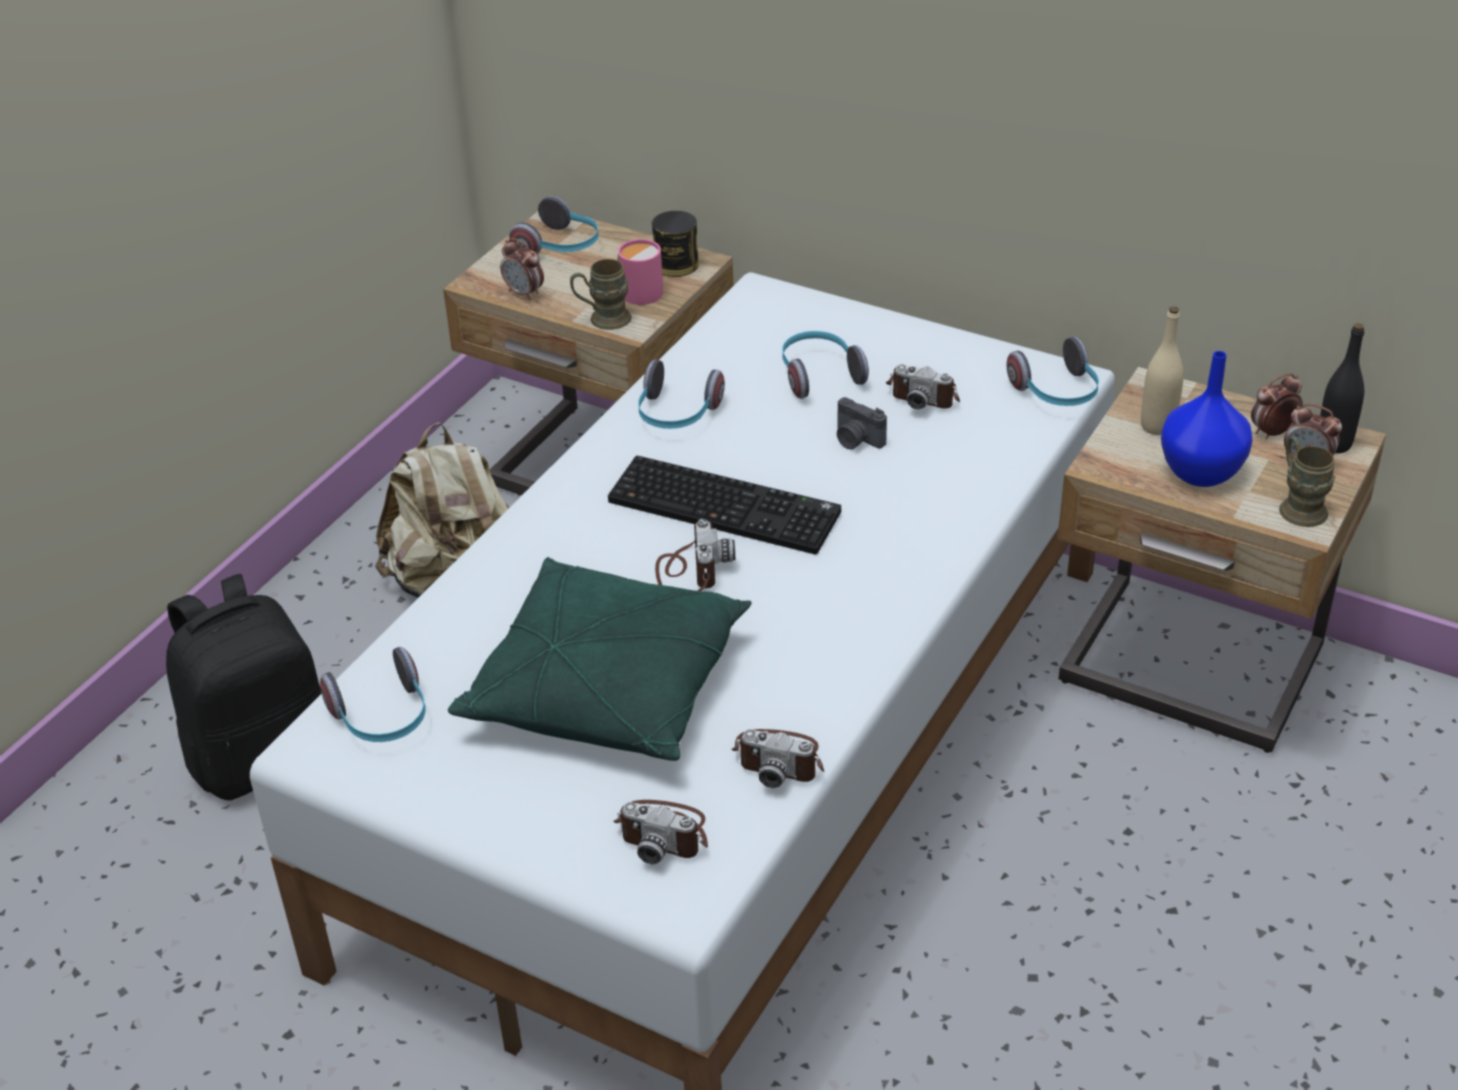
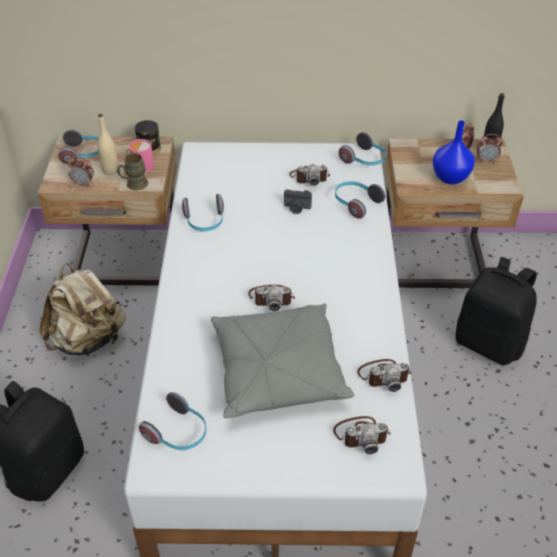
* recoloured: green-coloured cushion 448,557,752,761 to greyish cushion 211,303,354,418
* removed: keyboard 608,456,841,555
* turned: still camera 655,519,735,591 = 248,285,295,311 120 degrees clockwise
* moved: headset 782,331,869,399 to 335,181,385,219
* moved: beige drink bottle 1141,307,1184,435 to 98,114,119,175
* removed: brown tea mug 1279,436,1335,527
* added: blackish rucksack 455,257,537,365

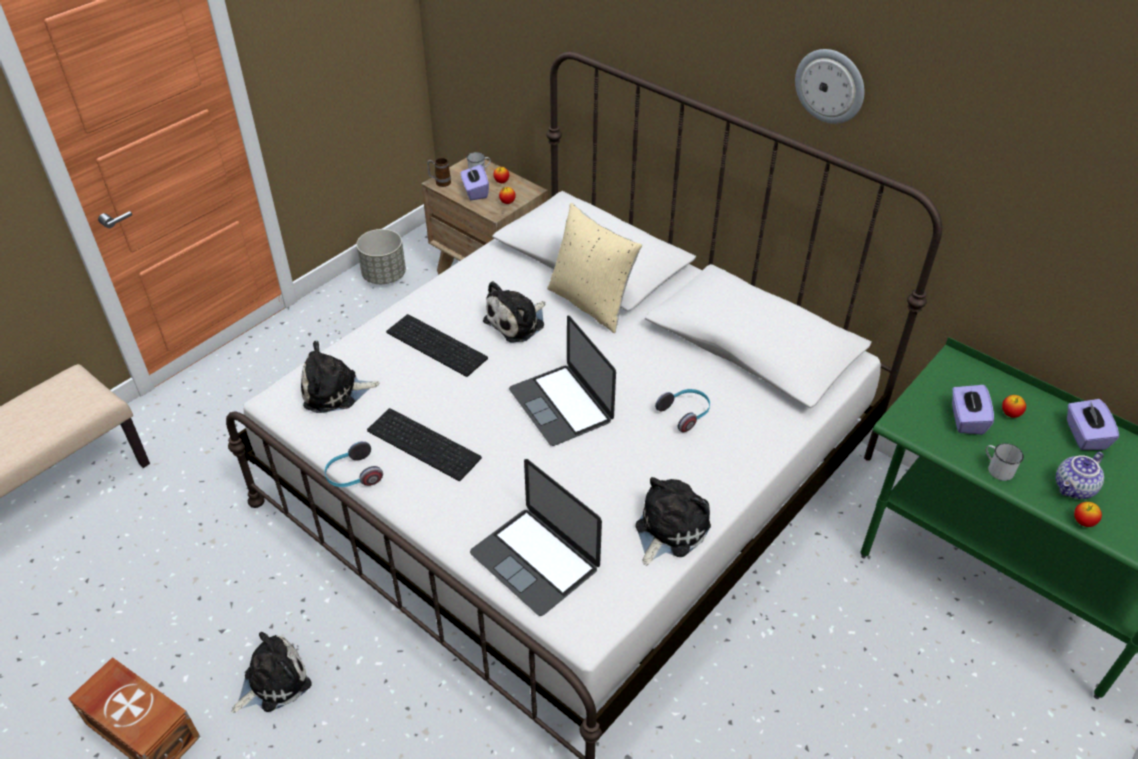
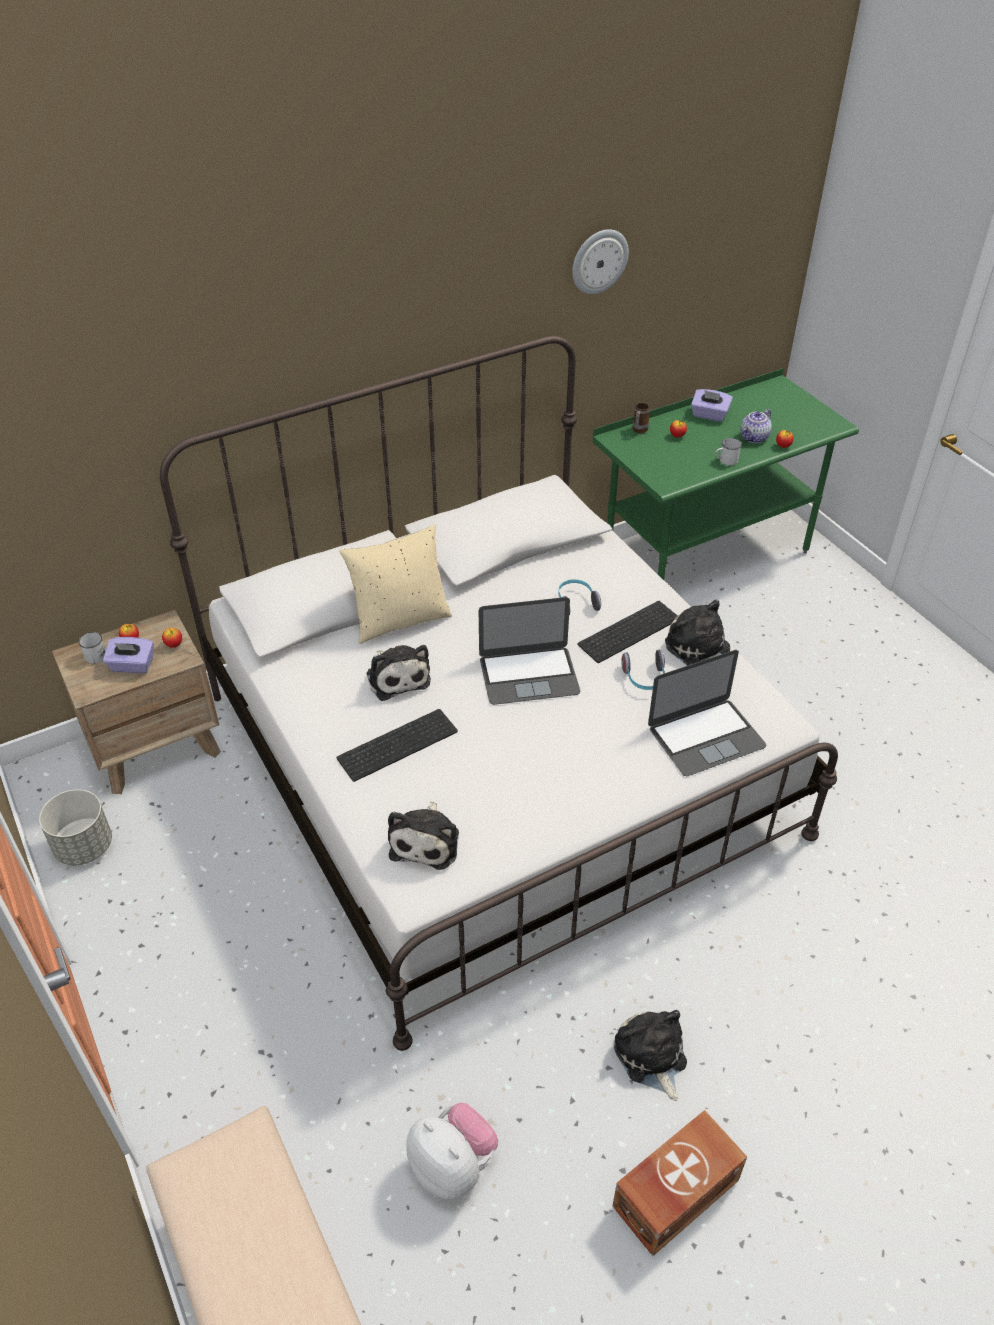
* moved: headset 325,441,383,487 to 621,650,665,690
* moved: keyboard 367,408,482,481 to 578,601,677,663
* moved: tea mug 427,158,451,187 to 632,403,650,433
* moved: hanging clock 795,49,865,124 to 572,229,629,294
* removed: purple tissue holder 952,385,994,435
* turned: tea pot 1056,452,1104,499 = 741,409,772,443 60 degrees clockwise
* added: soft toy 406,1103,498,1200

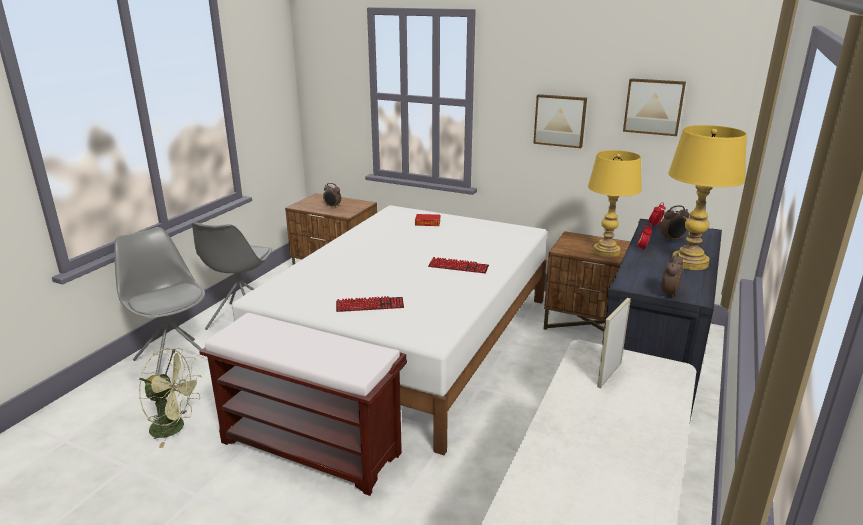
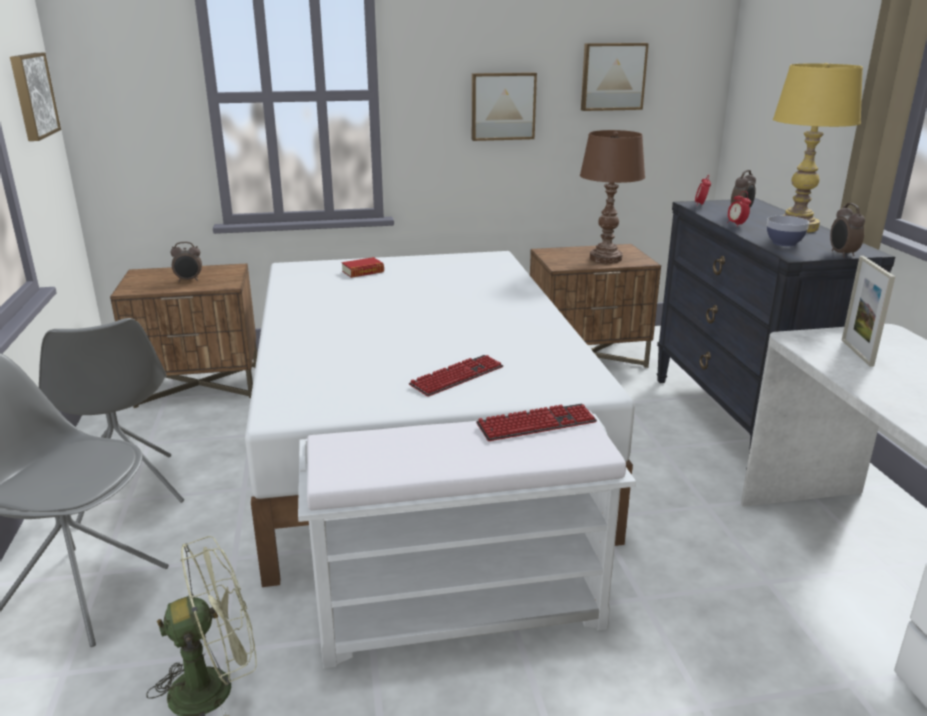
* recoloured: brown long seat 199,313,407,496 to white-coloured long seat 298,411,636,669
* moved: keyboard 428,257,489,273 to 476,404,597,441
* recoloured: yellow tabletop lamp 588,150,642,257 to brown tabletop lamp 580,130,645,263
* added: wall art 10,53,61,141
* added: serving bowl 767,216,809,246

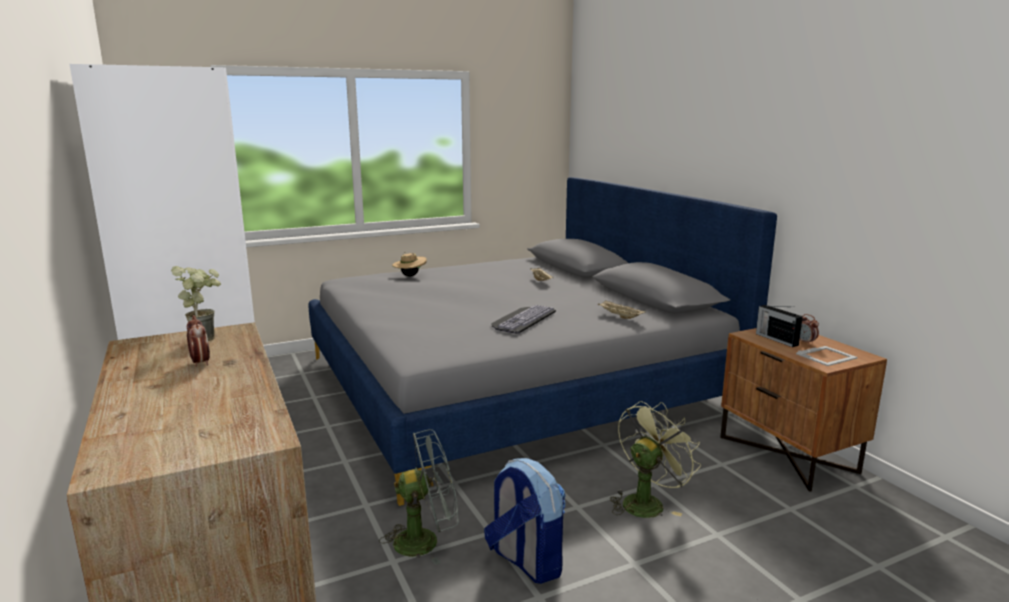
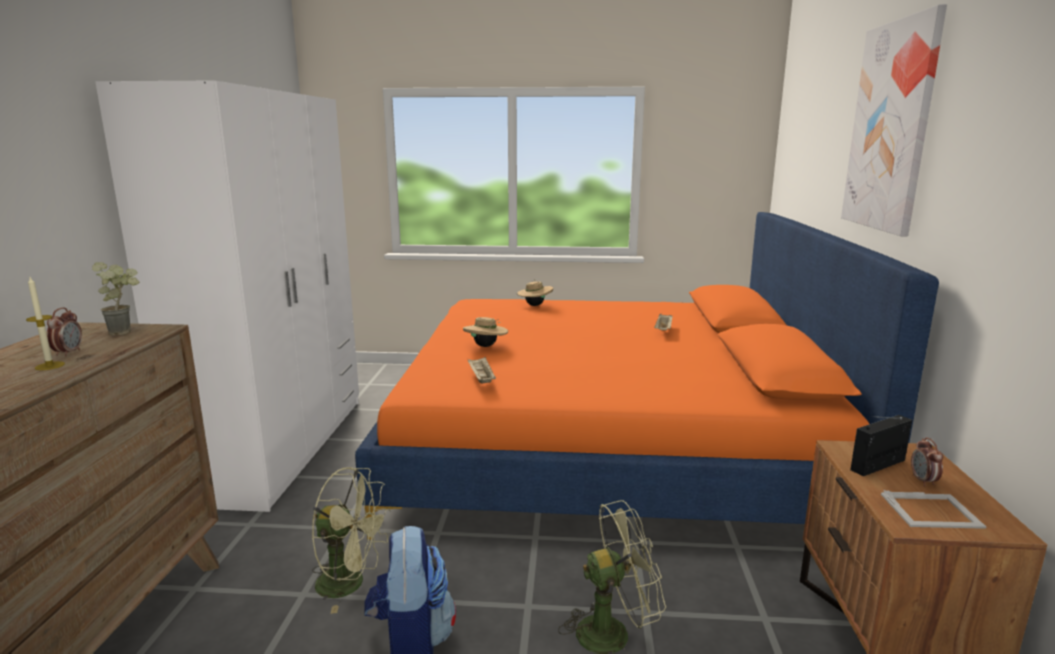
* recoloured: greyish sleeping bed 308,177,777,506 to orange-coloured sleeping bed 355,212,939,540
* recoloured: greyish cooling fan 379,429,458,565 to green-coloured cooling fan 312,467,391,614
* removed: keyboard 491,305,556,334
* moved: beige carrying tray 598,301,646,319 to 467,357,496,383
* turned: radio receiver 756,305,803,347 = 850,415,912,476 60 degrees clockwise
* added: candle 26,277,65,370
* added: beige clothing hat 463,317,508,347
* added: wall art 841,4,947,236

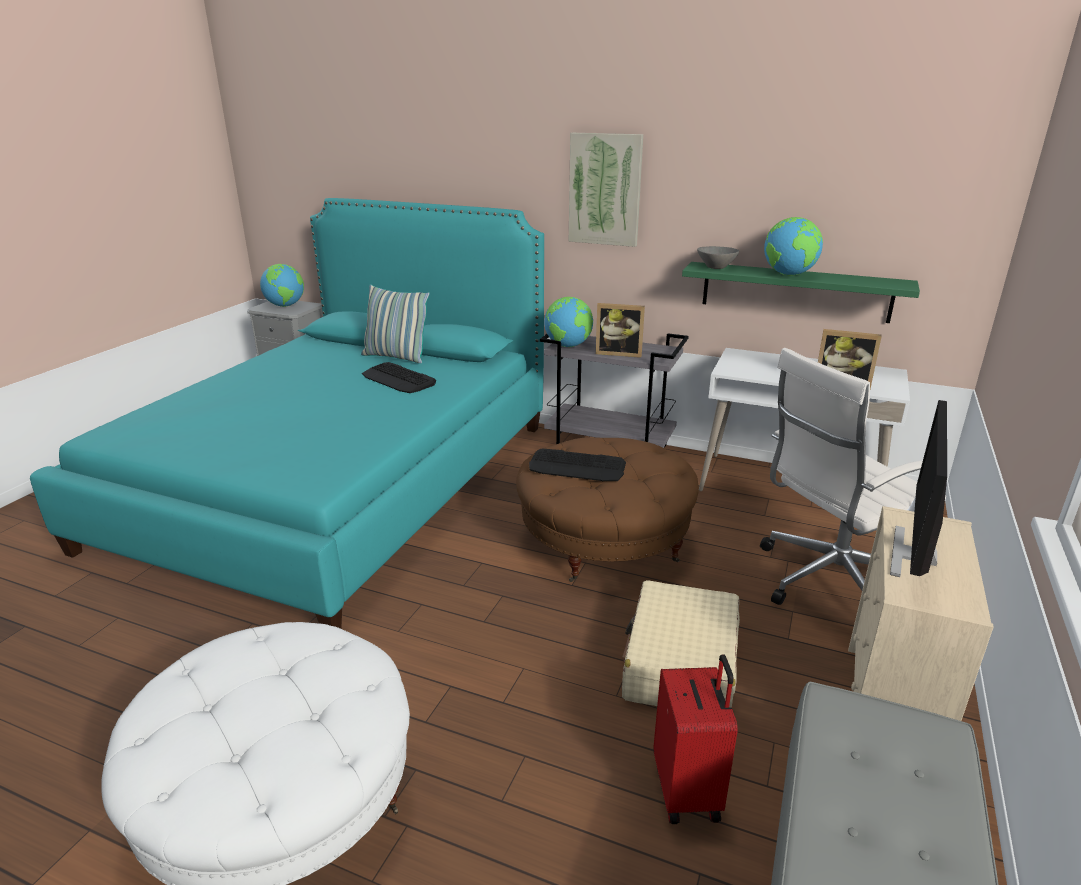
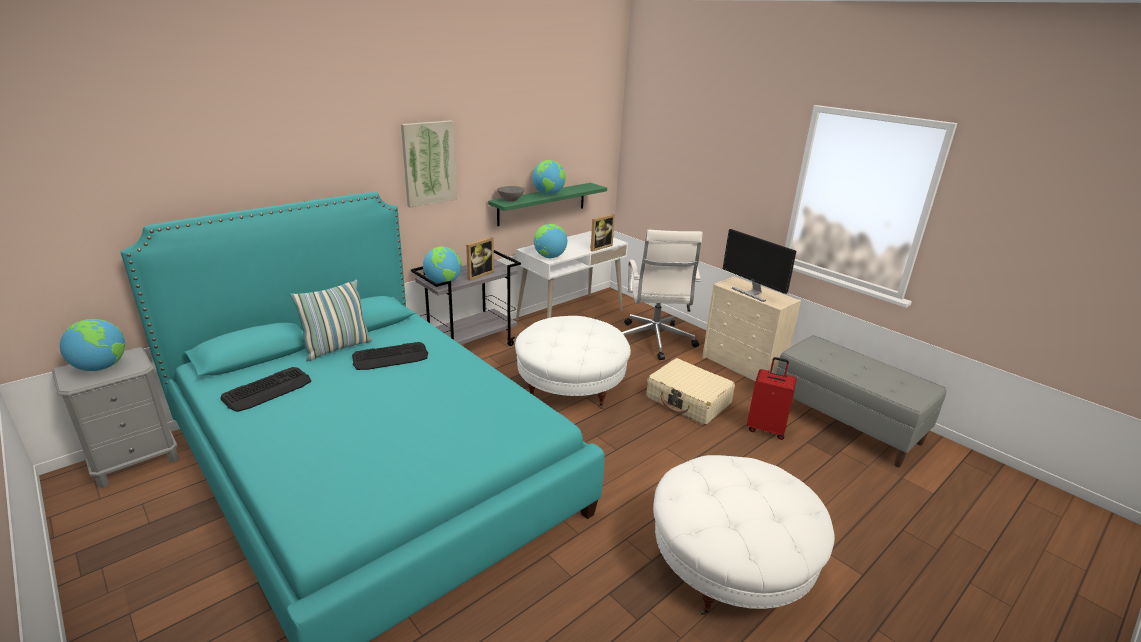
* recoloured: brown pouffe 516,437,698,582 to white-coloured pouffe 515,316,631,409
* moved: keyboard 529,448,626,481 to 220,367,311,412
* added: world globe 534,224,567,258

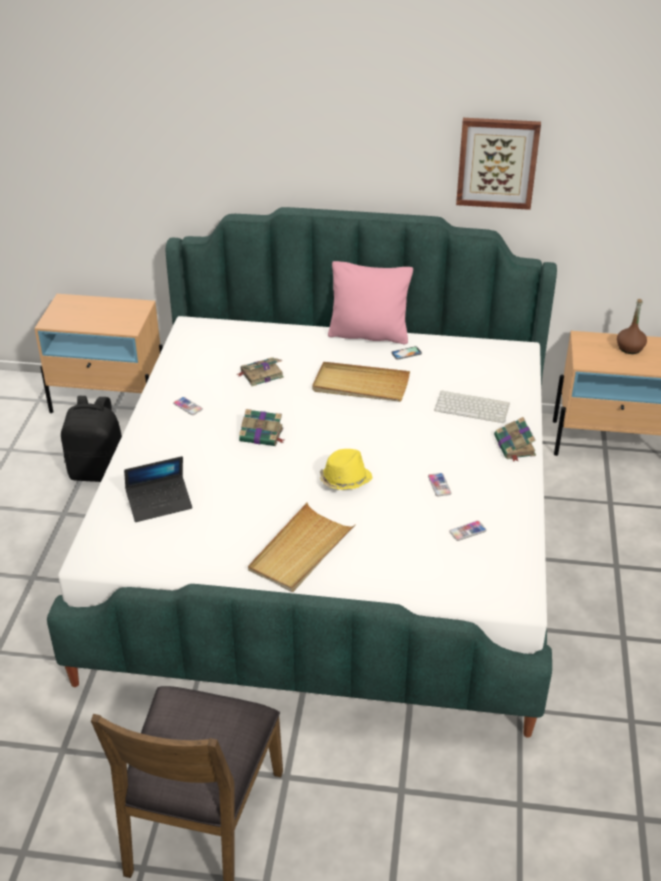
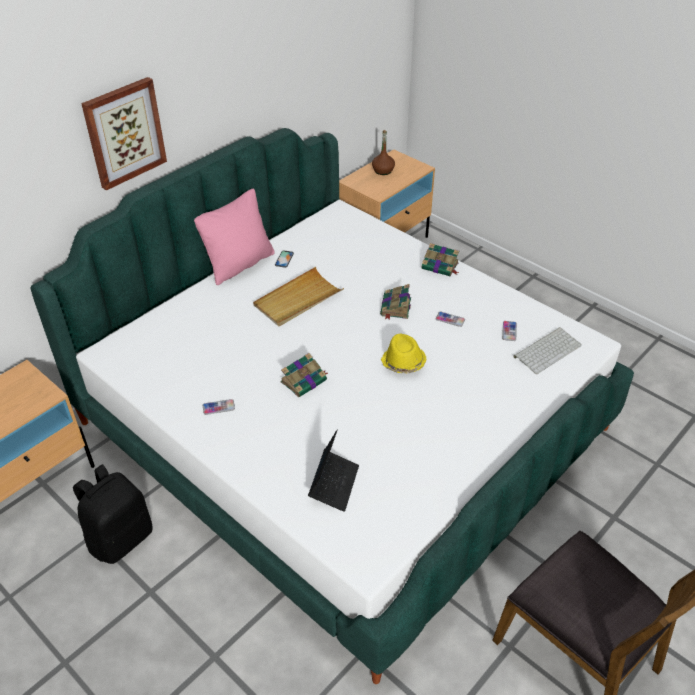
* moved: bound book 236,357,284,386 to 380,284,411,320
* removed: beige carrying tray 248,503,356,592
* moved: keyboard 434,390,510,423 to 513,327,582,374
* moved: wall art 456,118,541,210 to 81,77,167,190

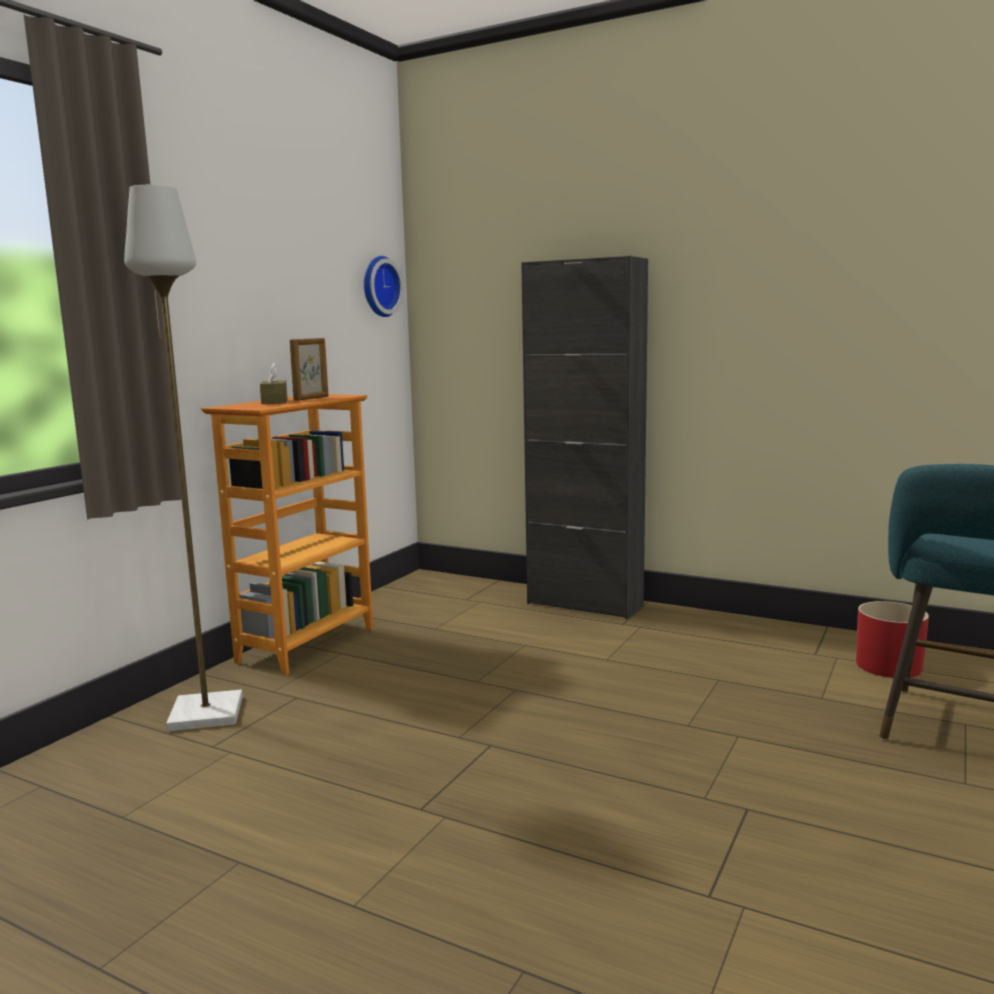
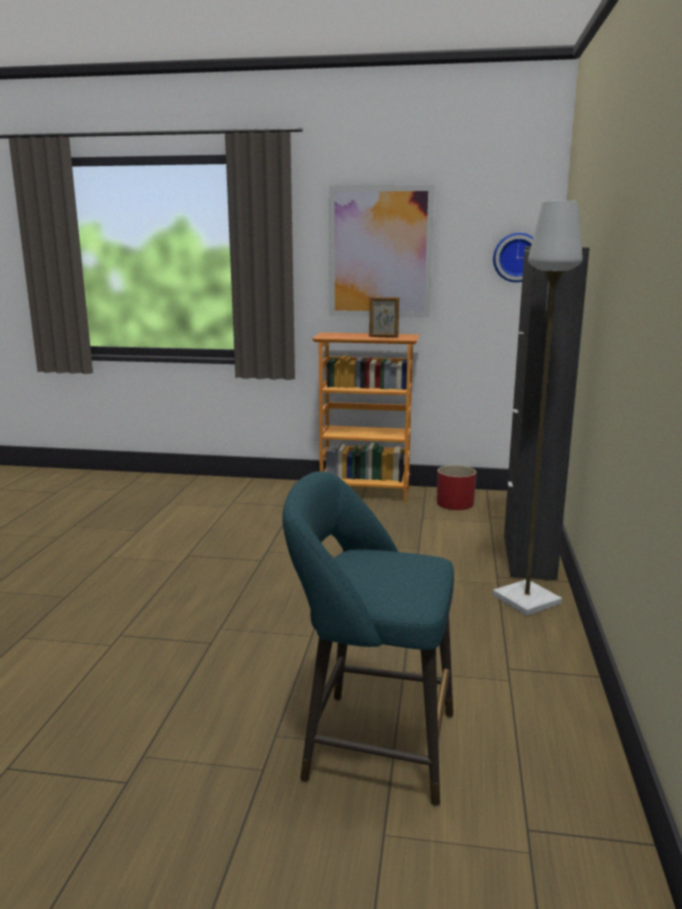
* moved: greyish floor lamp 124,185,243,731 to 493,201,583,616
* removed: brown tissue holder 260,363,287,404
* moved: red planter 856,601,929,678 to 437,465,477,510
* added: wall art 329,185,434,317

